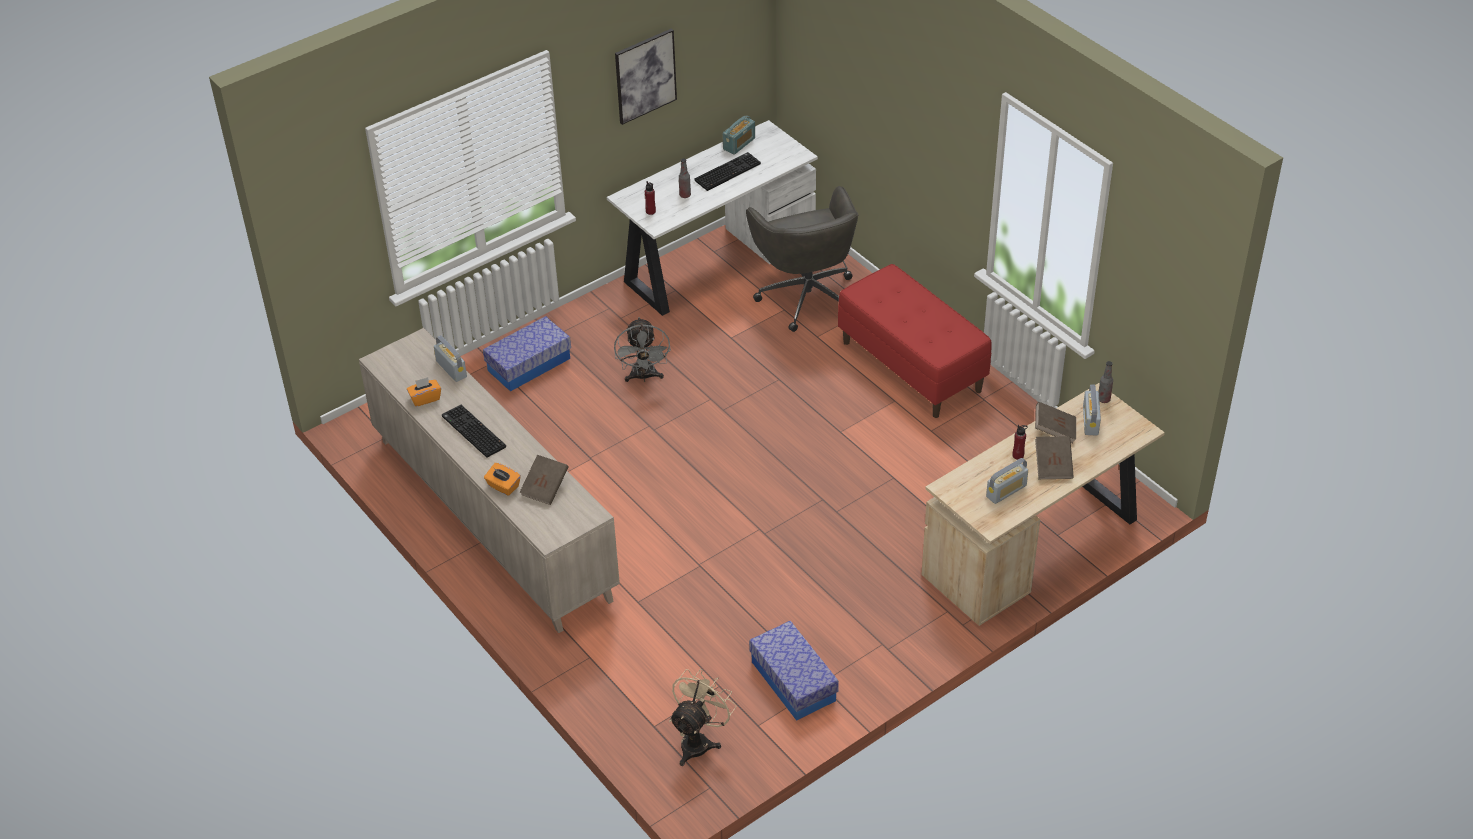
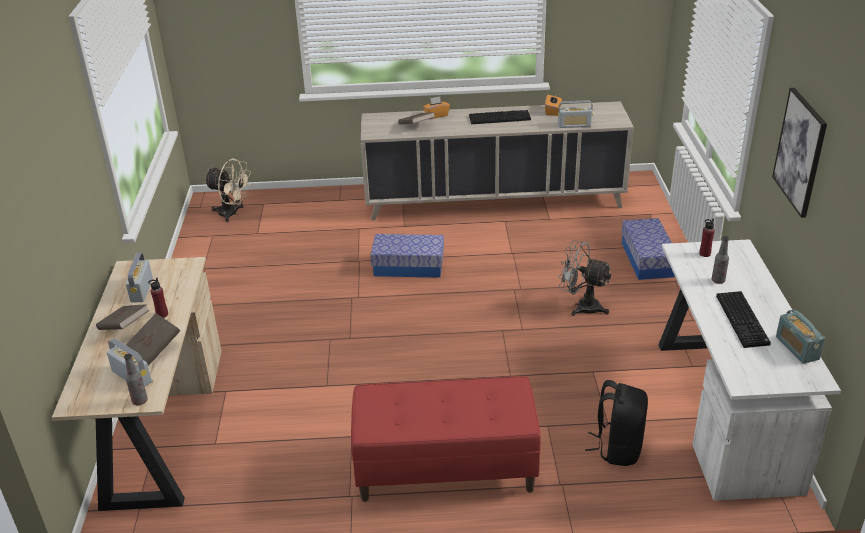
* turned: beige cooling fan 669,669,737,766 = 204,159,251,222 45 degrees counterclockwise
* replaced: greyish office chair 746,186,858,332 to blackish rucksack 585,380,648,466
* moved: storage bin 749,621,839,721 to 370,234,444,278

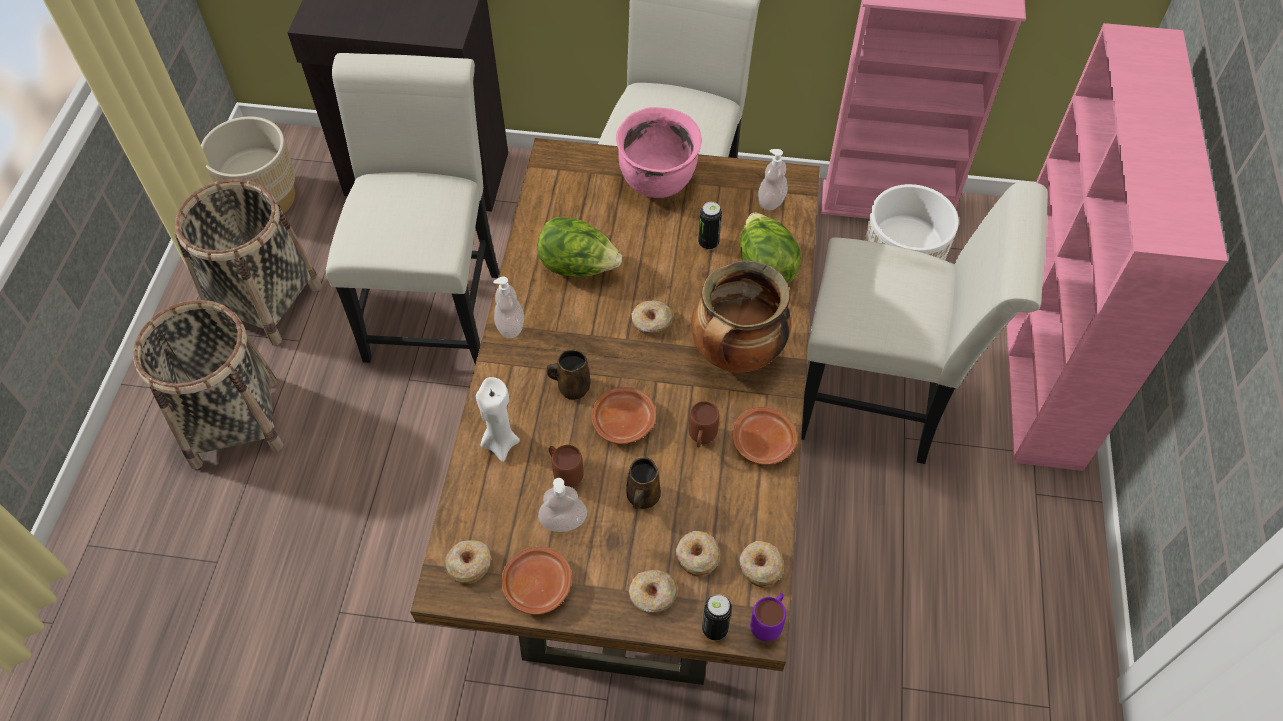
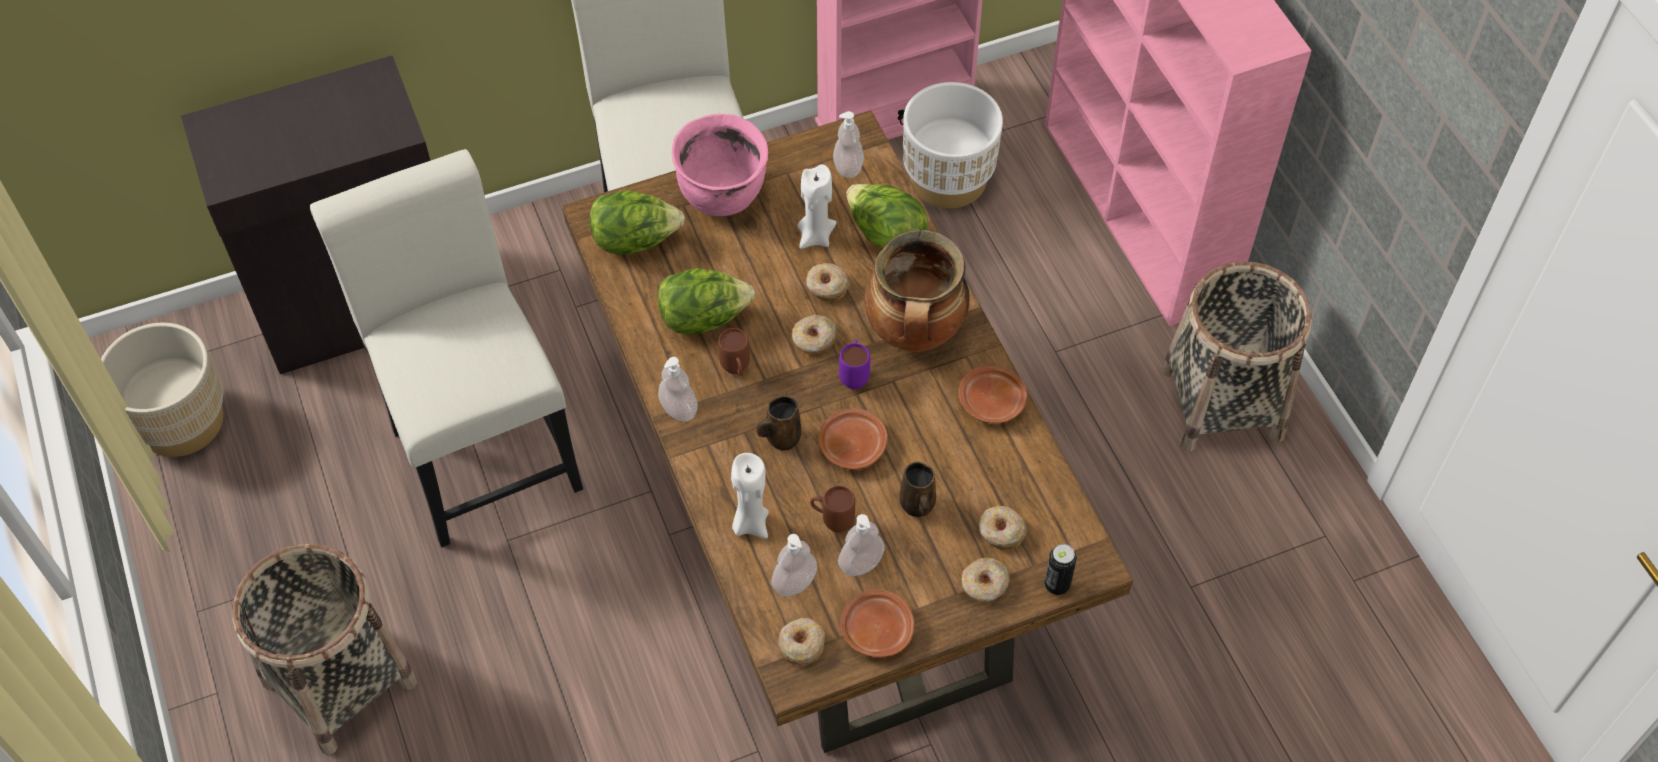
* moved: storage basket 175,179,322,345 to 1161,262,1312,452
* moved: brown tea mug 689,401,719,447 to 718,328,750,376
* replaced: metal can 698,202,722,250 to white-coloured candle 798,164,837,249
* moved: doughnut 739,541,784,587 to 806,263,849,302
* moved: purple tea mug 750,593,786,642 to 839,340,870,390
* removed: white-coloured plain chair 801,182,1048,464
* added: lettuce 590,190,685,255
* added: soap bottle 771,534,817,596

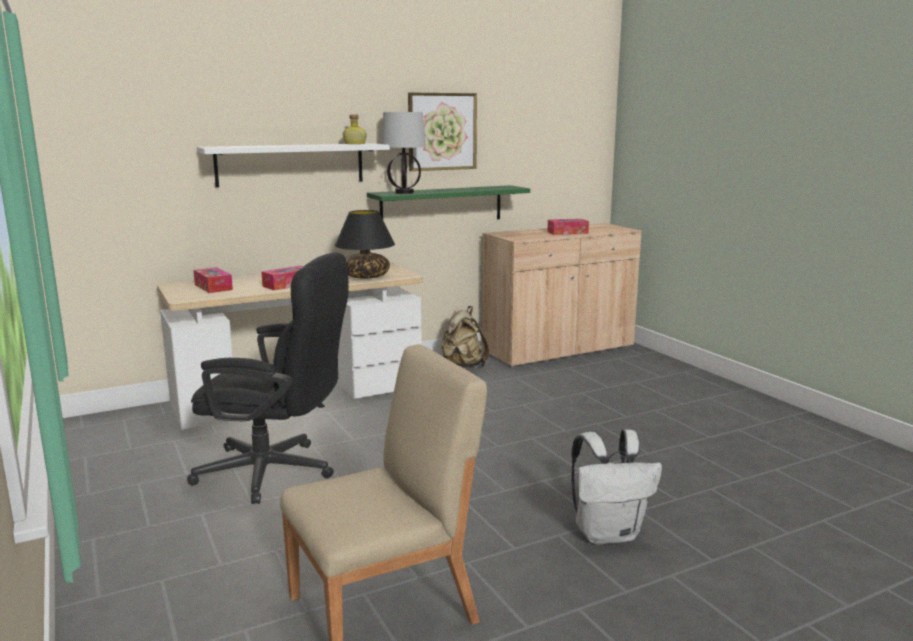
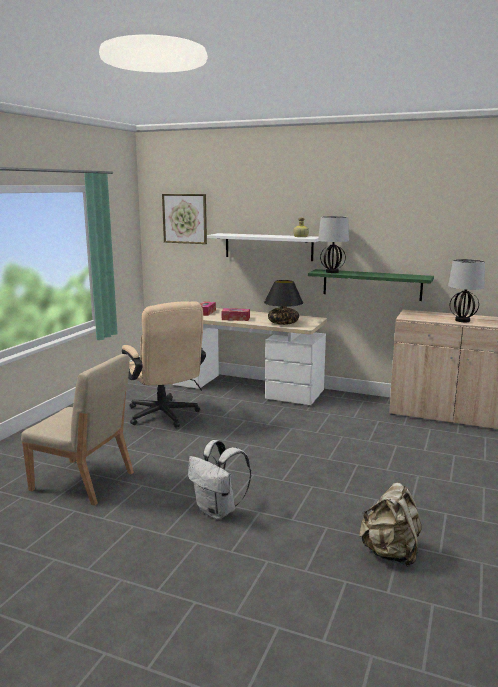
* recoloured: blackish office chair 187,252,348,504 to beige office chair 122,301,206,428
* moved: wall art 408,92,477,171 to 162,194,207,244
* moved: beige rucksack 441,306,489,368 to 359,483,422,567
* replaced: tissue holder 547,219,589,235 to tabletop lamp 448,259,485,322

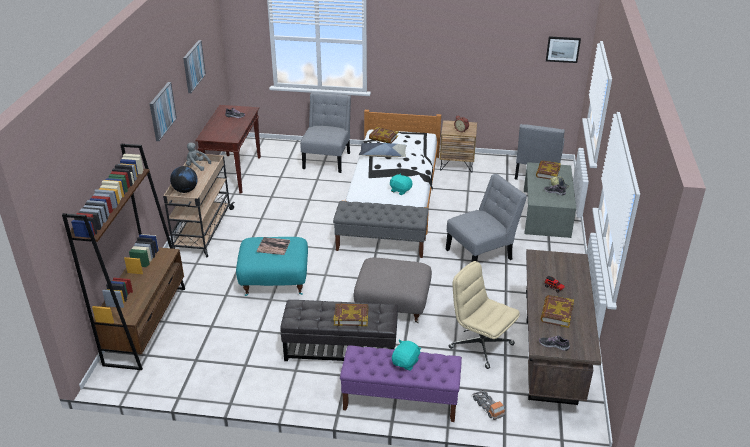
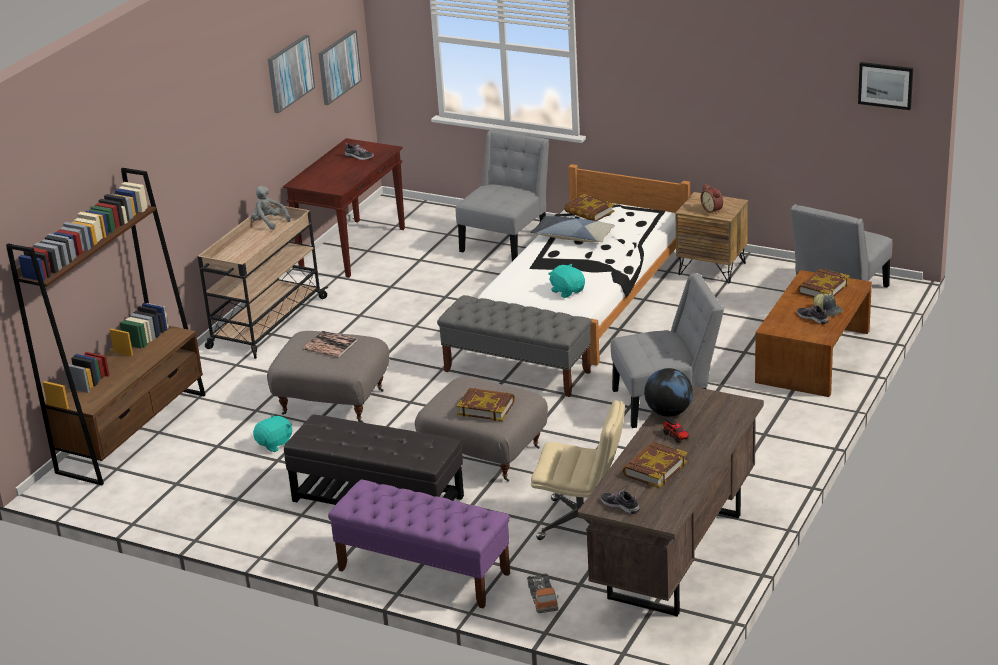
* moved: wall art 150,82,177,141 to 318,30,362,105
* moved: world globe 170,166,198,193 to 644,368,693,417
* recoloured: turquoise-coloured pouffe 236,237,308,296 to greyish pouffe 267,331,389,422
* moved: bound book 333,303,368,327 to 456,388,515,421
* moved: turquoise-coloured soft toy 392,340,422,370 to 253,414,293,452
* turned: beige office chair 449,261,520,369 = 531,400,625,540 135 degrees clockwise
* recoloured: greyish lounge table 524,162,576,238 to brown lounge table 755,270,872,397

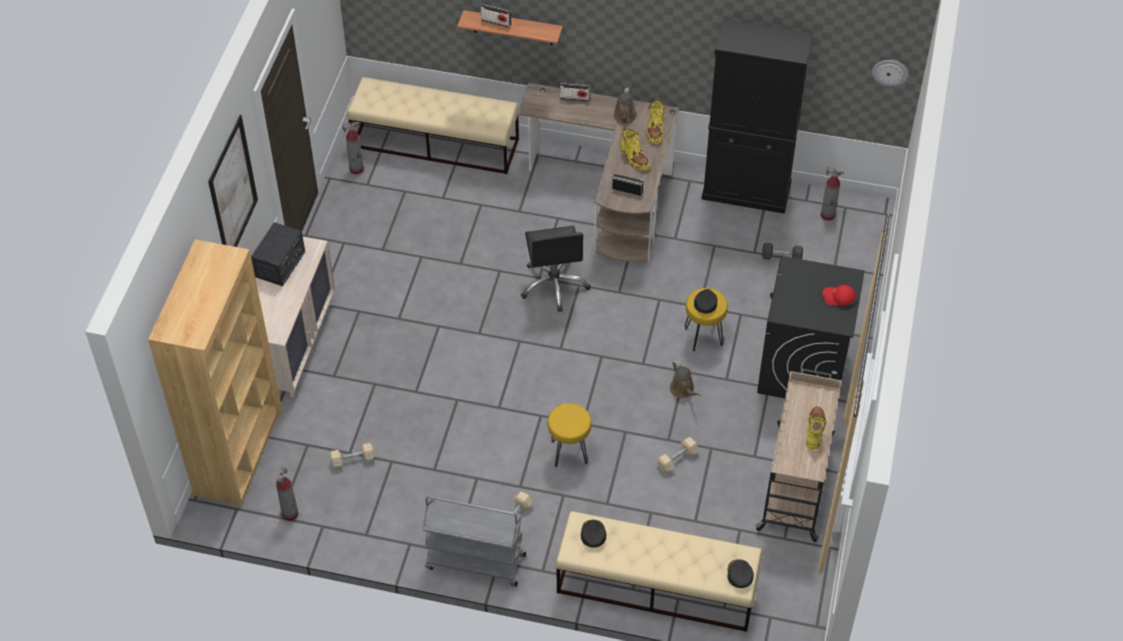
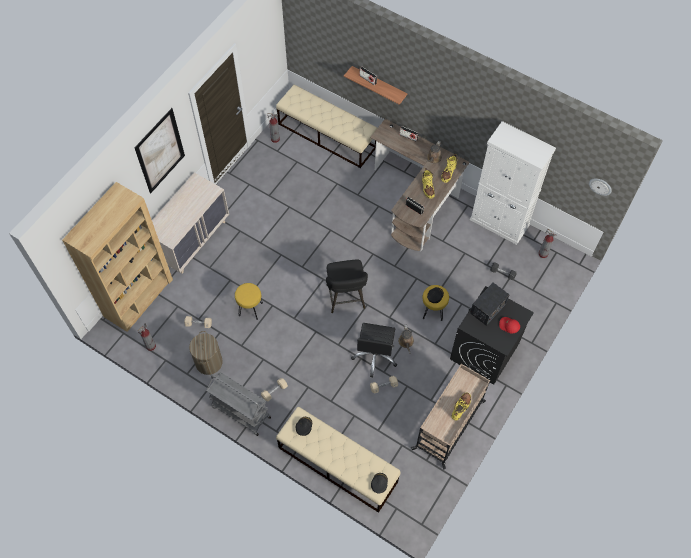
* moved: radio receiver 251,222,305,286 to 470,283,510,326
* moved: blackish office chair 521,226,591,312 to 351,323,397,377
* moved: yellow sitting stool 548,403,592,467 to 235,283,263,320
* recoloured: blackish storage cabinet 702,19,813,214 to white-coloured storage cabinet 470,121,556,245
* added: washing basket 189,331,223,375
* added: blackish sitting stool 326,259,368,313

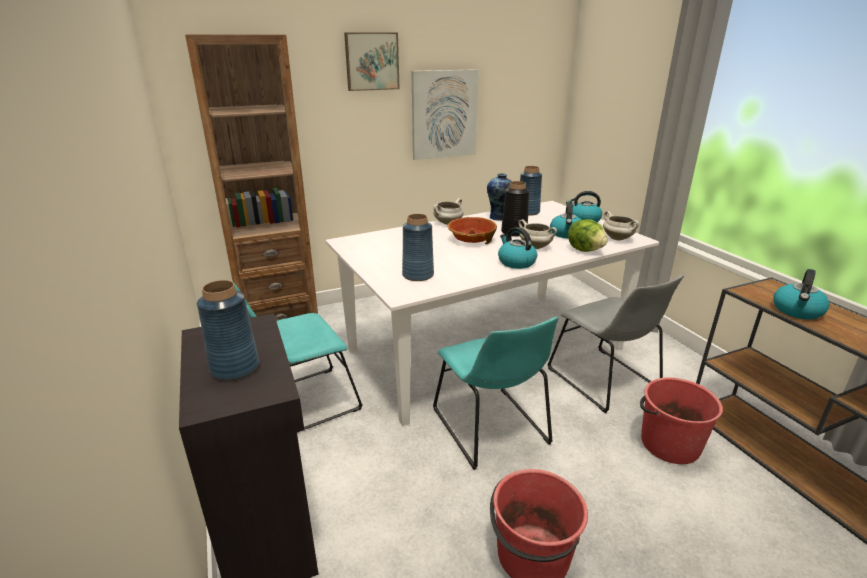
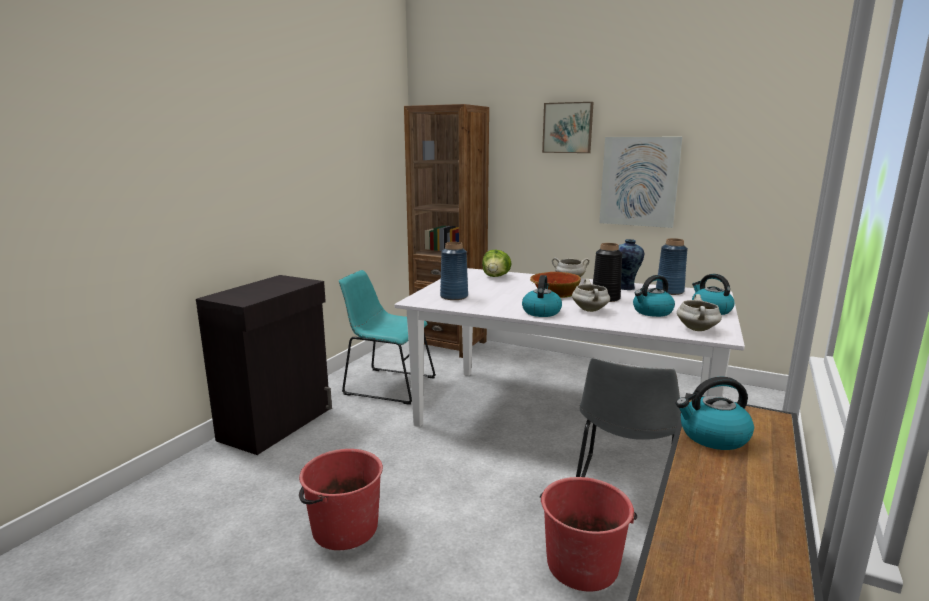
* removed: blue vase 197,280,259,381
* removed: turquoise-coloured plain chair 433,317,558,470
* moved: lettuce 568,219,608,252 to 482,249,512,277

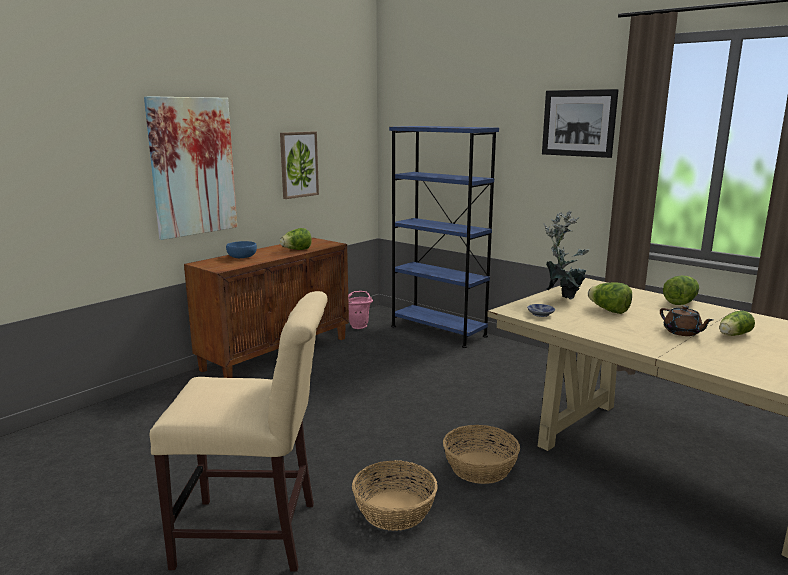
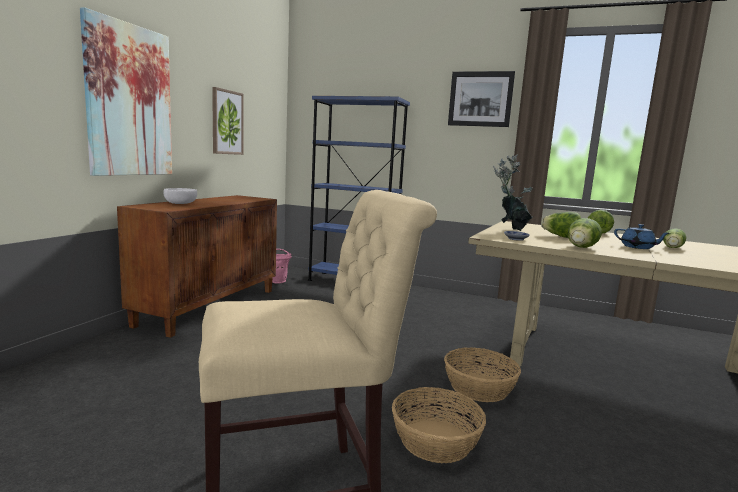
* recoloured: blue serving bowl 226,241,257,258 to white-coloured serving bowl 163,188,197,204
* moved: lettuce 280,228,312,250 to 568,218,602,248
* recoloured: brown tea pot 660,306,713,336 to blue tea pot 614,224,670,249

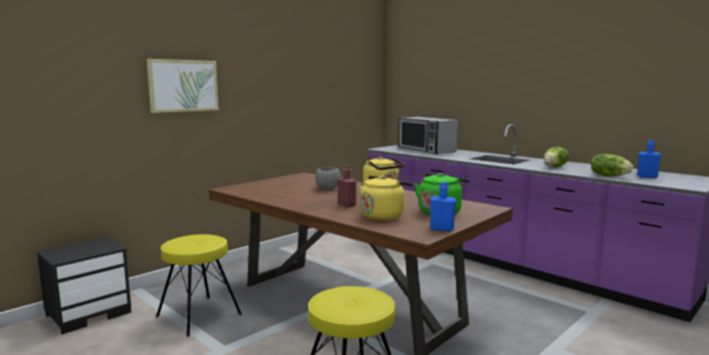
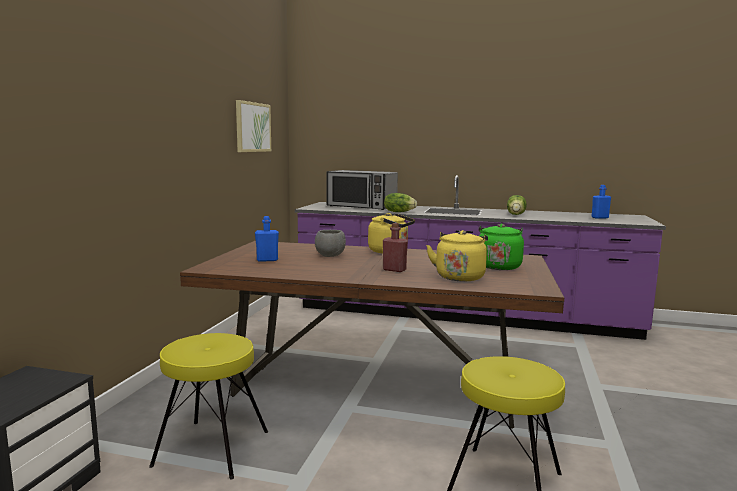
* moved: wall art 147,59,219,113 to 236,100,271,152
* moved: blue drink bottle 430,182,456,231 to 255,216,279,262
* moved: lettuce 591,154,633,176 to 384,193,417,212

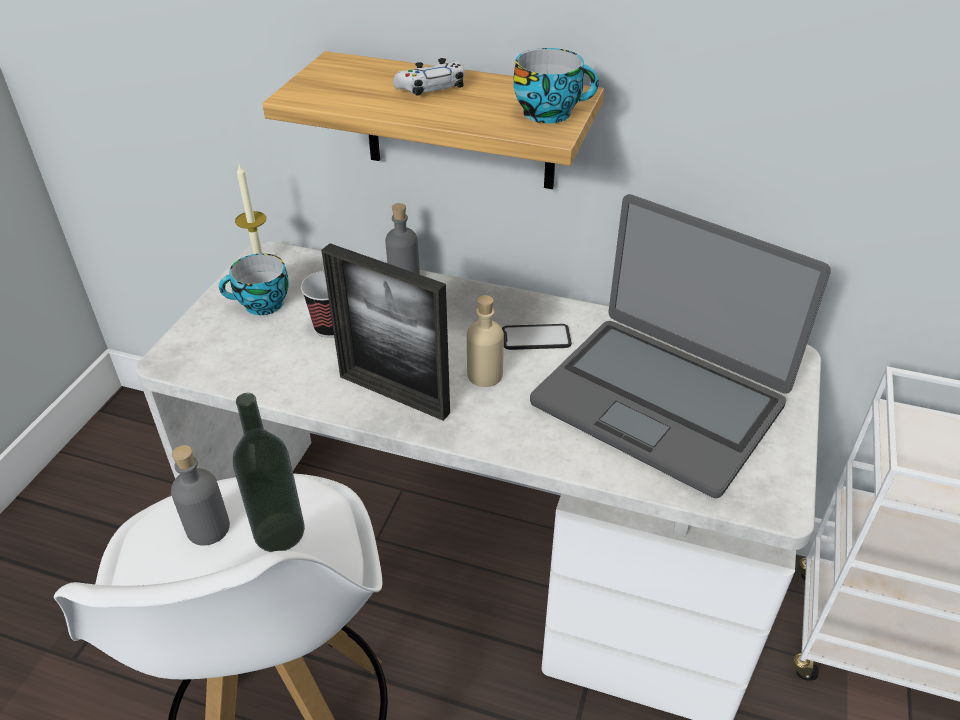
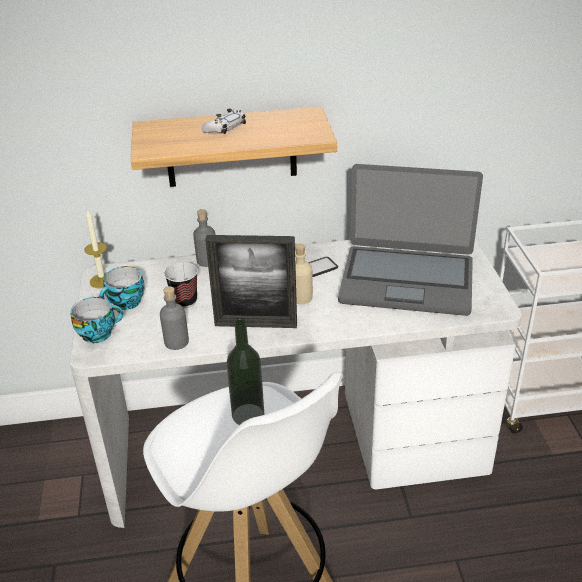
* moved: greyish drink bottle 171,445,230,546 to 160,286,189,350
* moved: small cup 513,48,599,124 to 70,297,123,343

